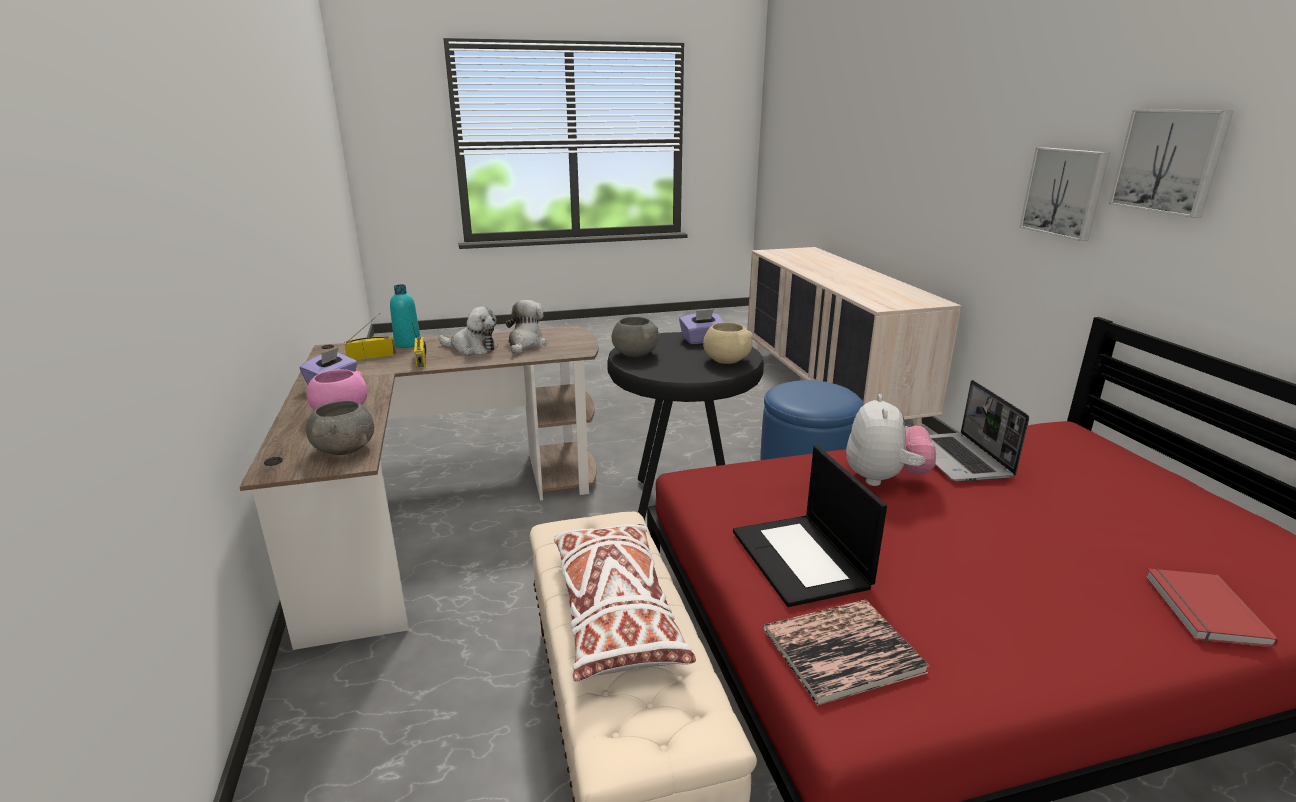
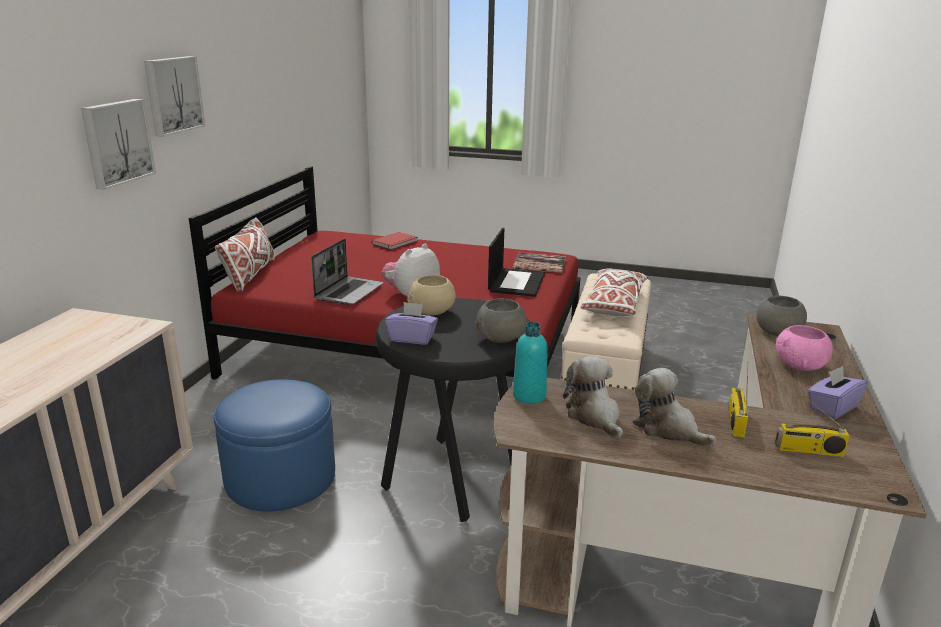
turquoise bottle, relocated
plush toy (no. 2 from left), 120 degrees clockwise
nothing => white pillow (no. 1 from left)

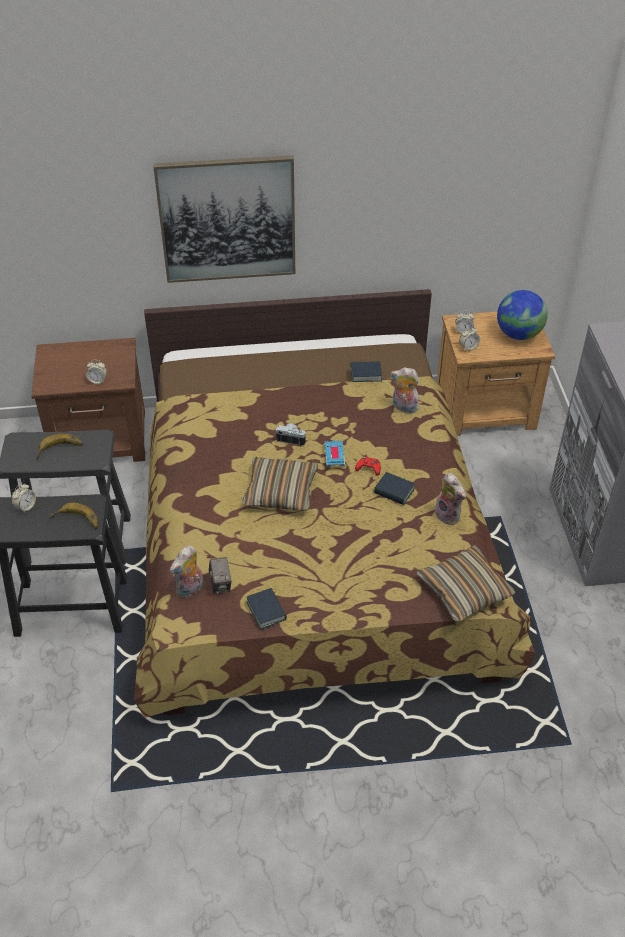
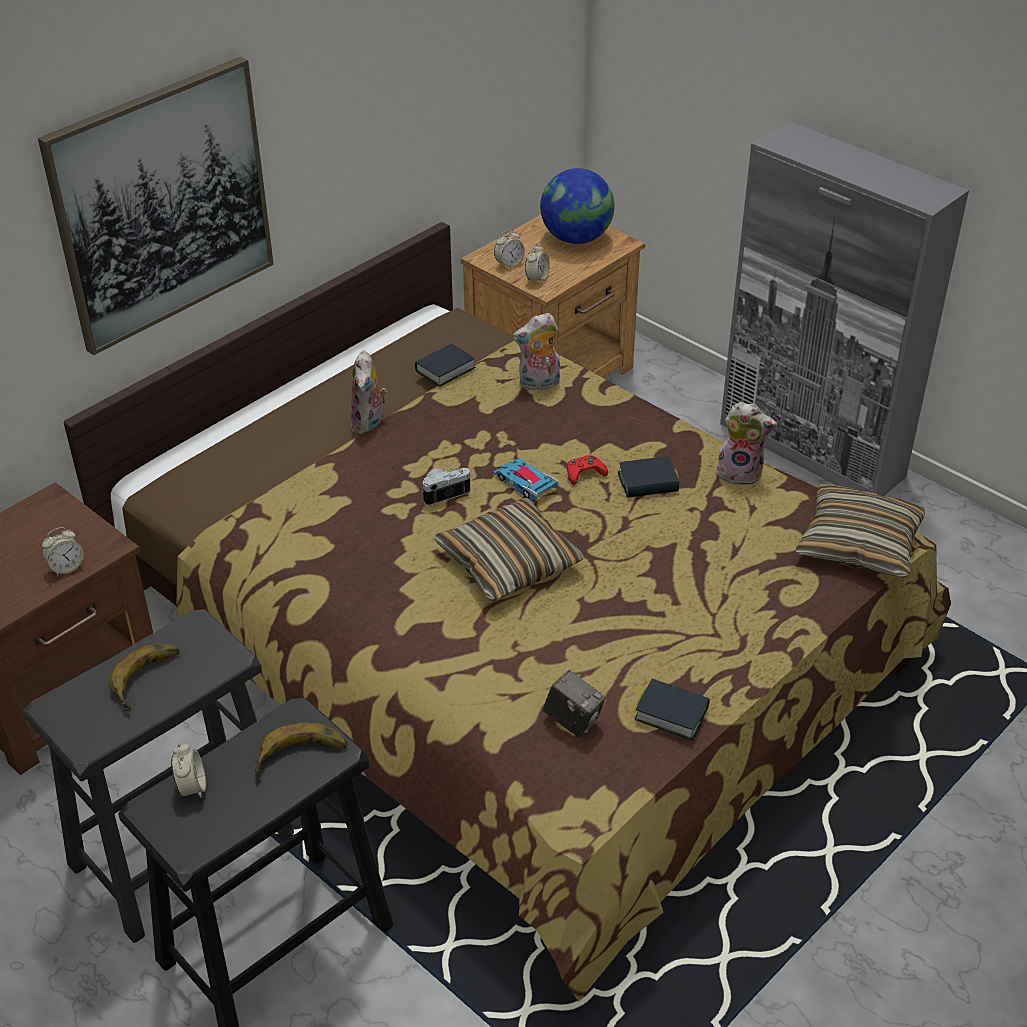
plush toy (no. 1 from left), relocated

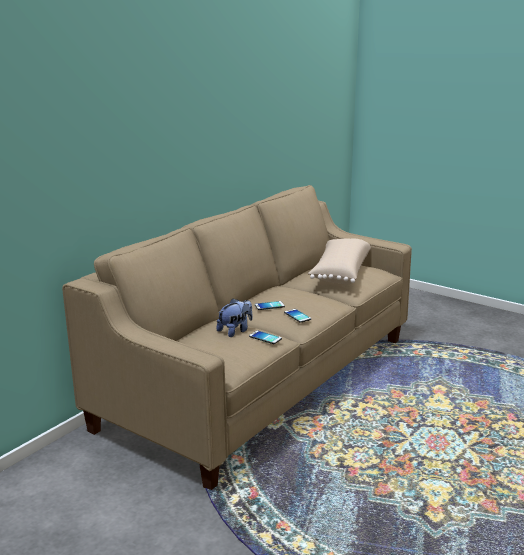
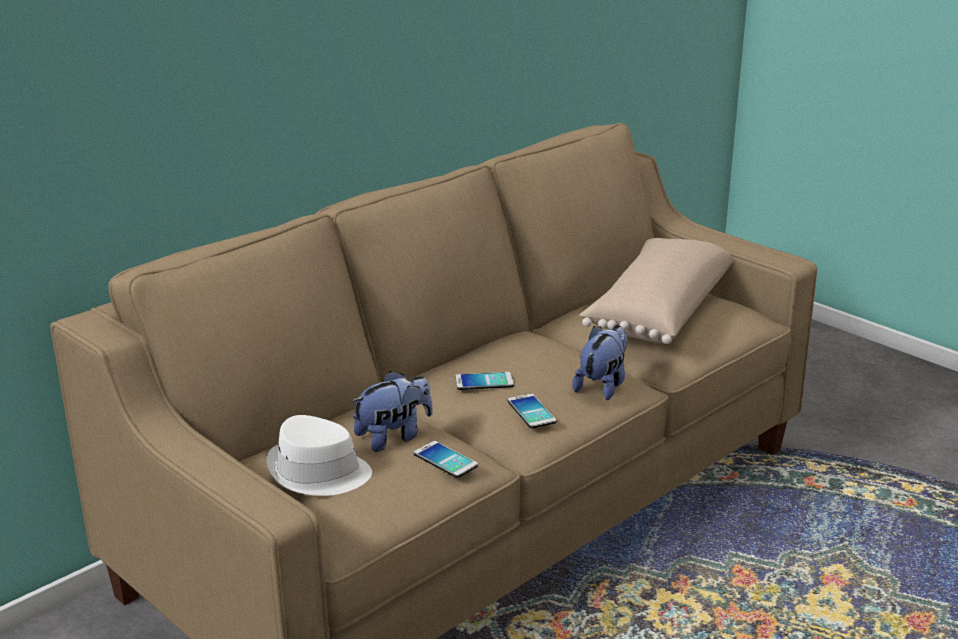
nothing => white hat
nothing => plush toy (no. 2 from left)

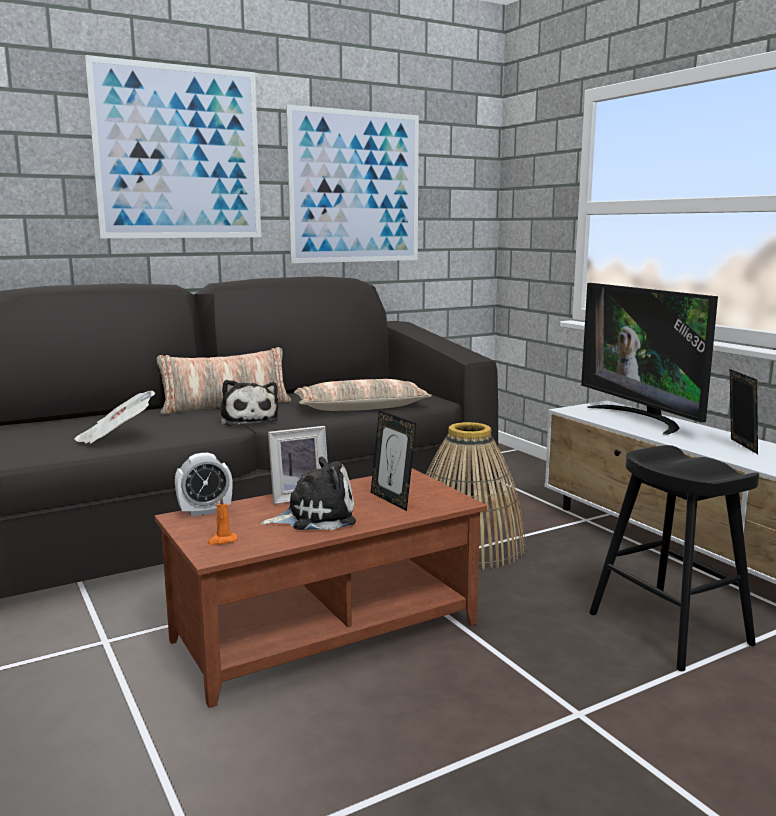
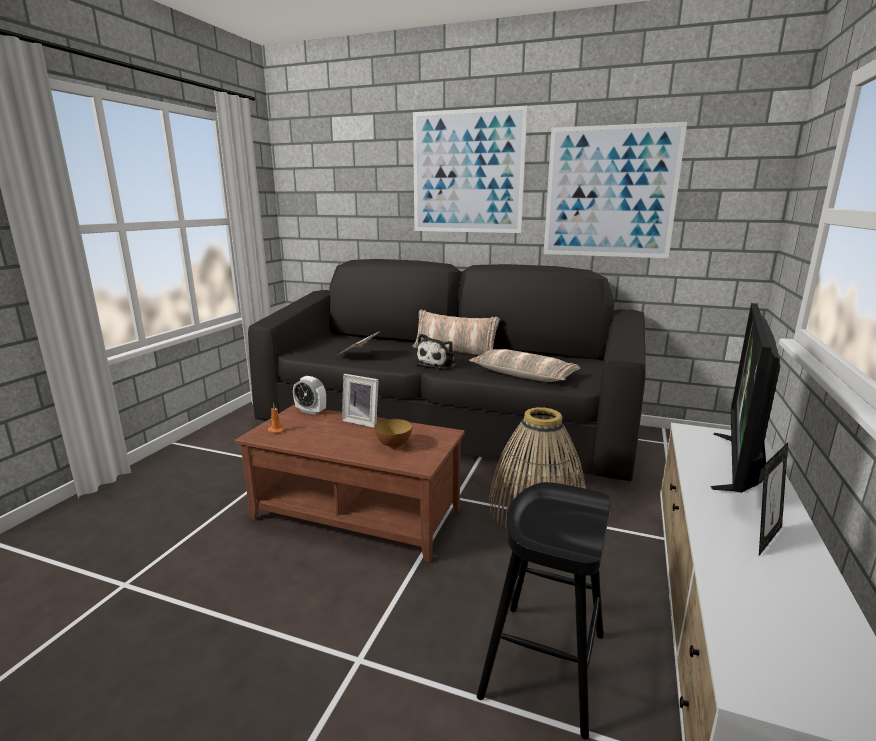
plush toy (no. 2 from left) => nothing
picture frame (no. 2 from left) => bowl

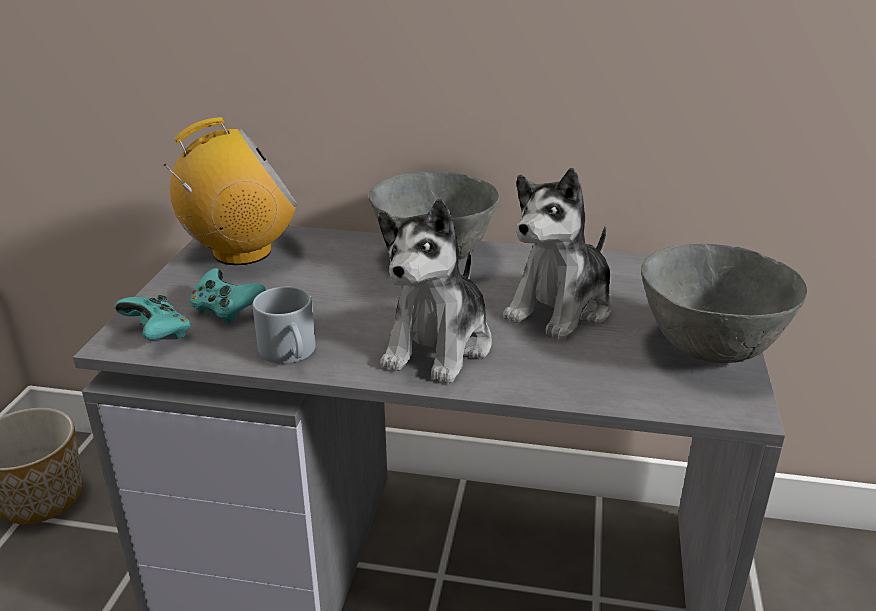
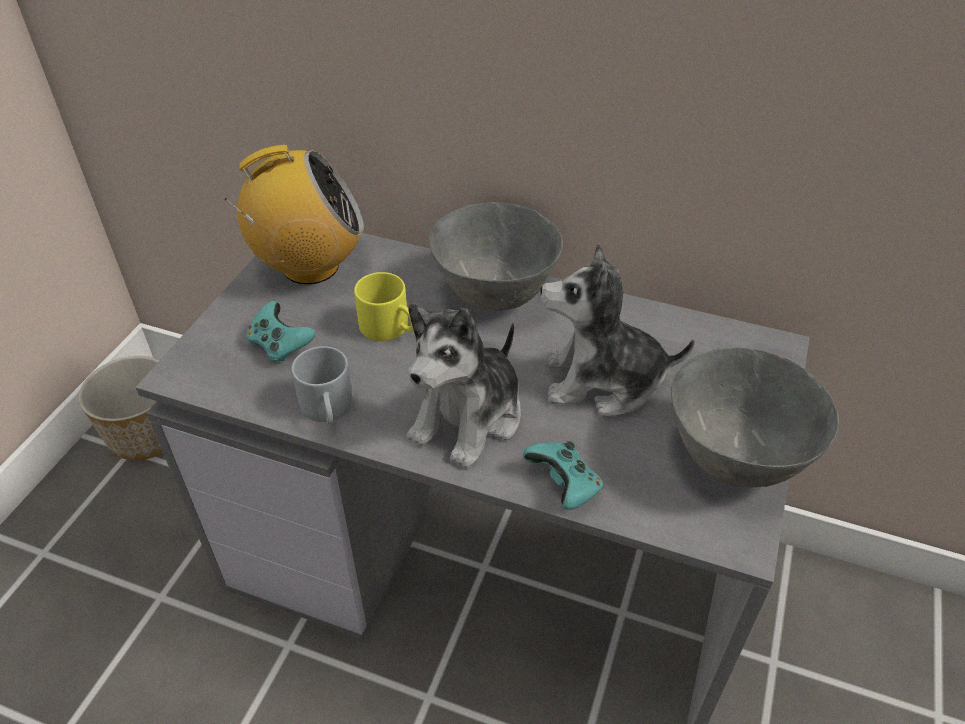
turquoise game controller (no. 1 from left in the first image) => turquoise game controller (no. 2 from left), relocated
plush toy (no. 2 from left), 45 degrees clockwise
nothing => yellow mug

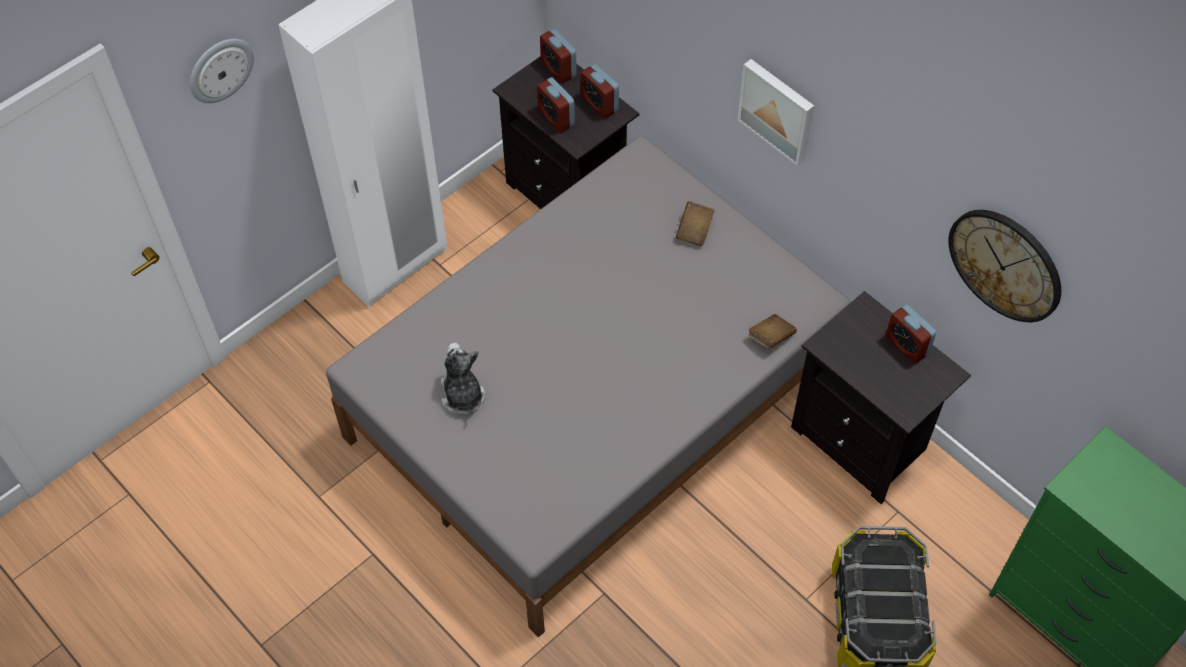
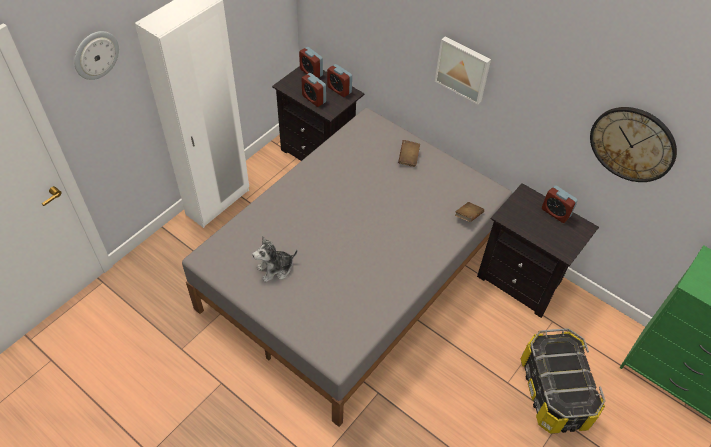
plush toy, 90 degrees counterclockwise

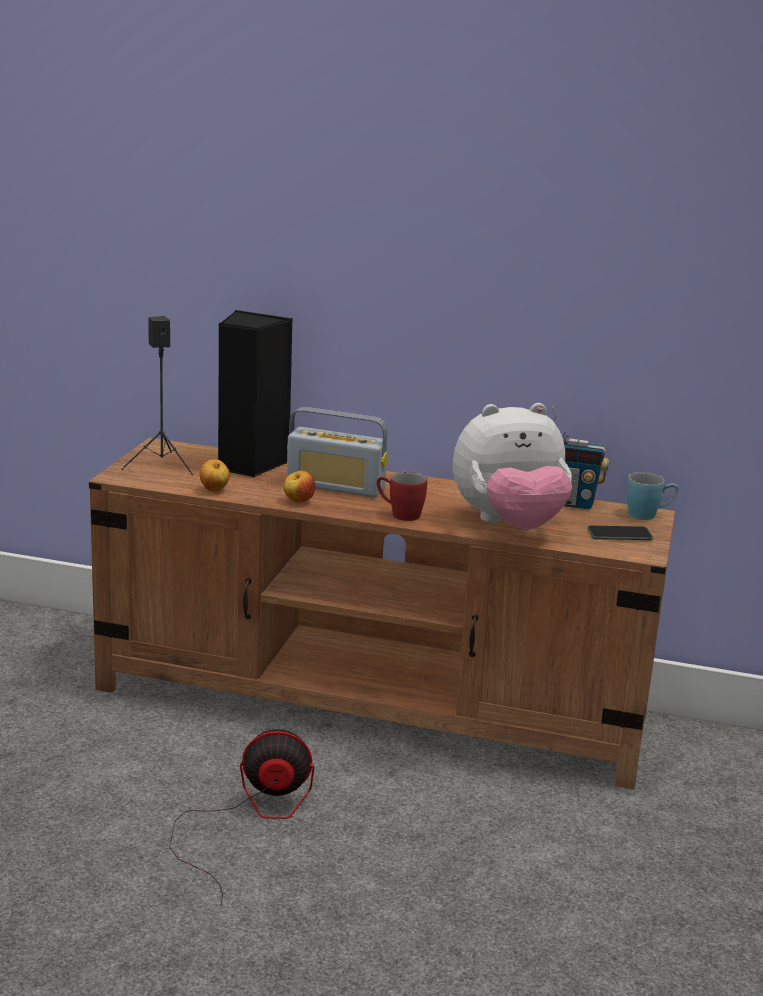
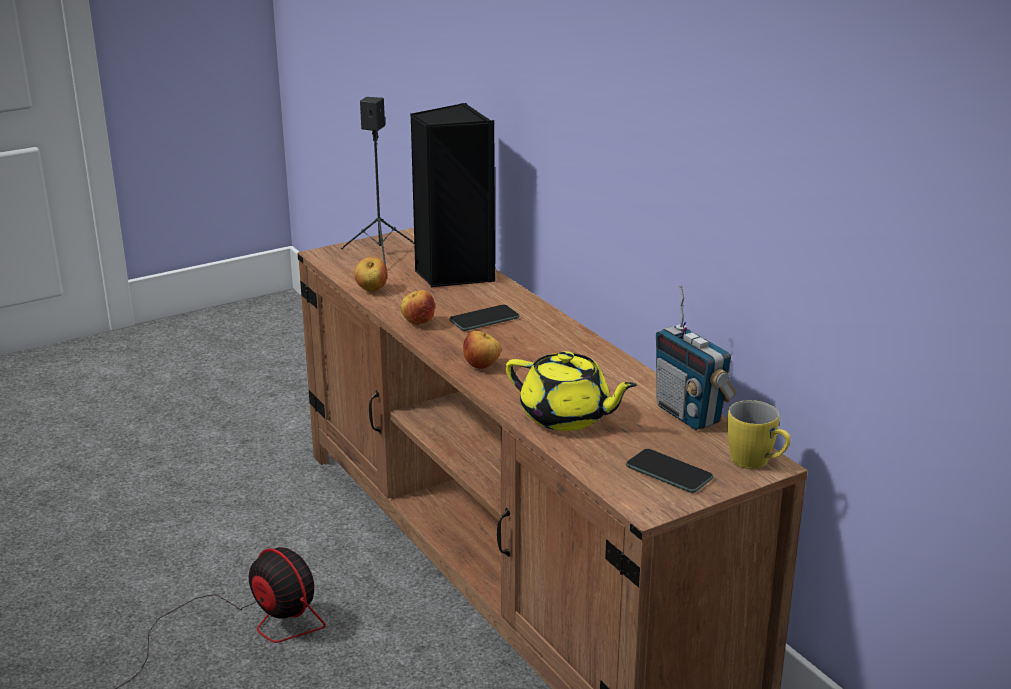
radio (no. 1 from left) => phone (no. 1 from left)
red mug => apple (no. 3 from left)
plush toy => yellow teapot
blue mug => yellow mug

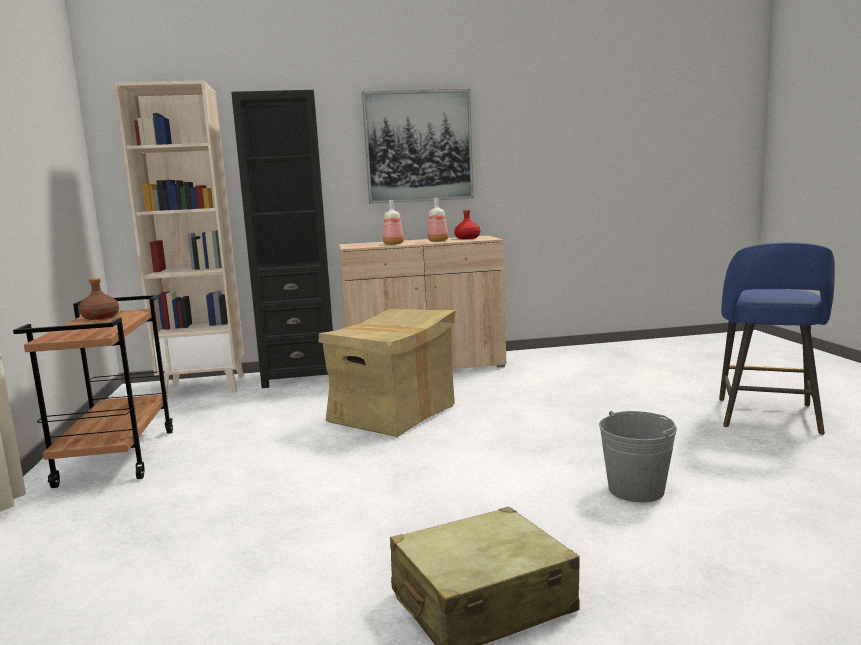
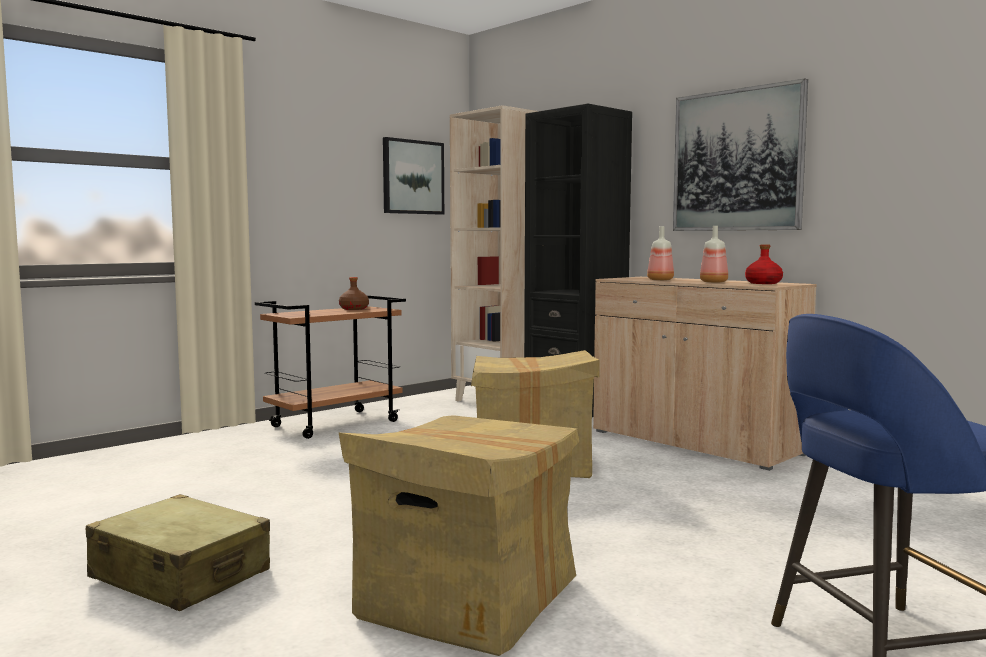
grey bucket => cardboard box (no. 1 from left)
nothing => picture (no. 1 from left)

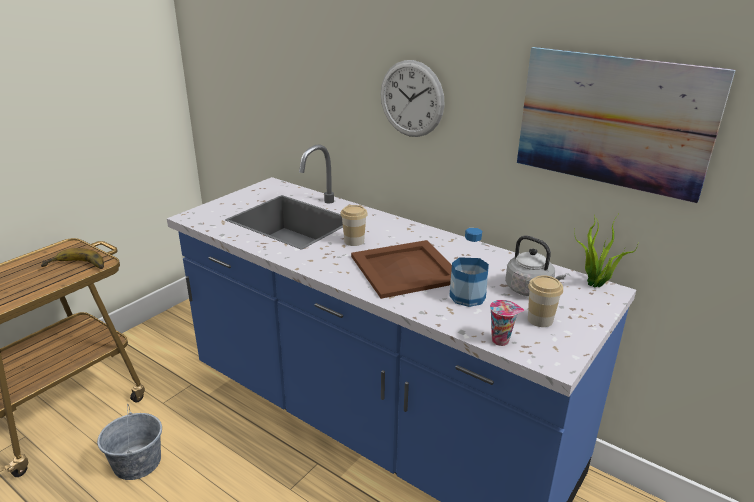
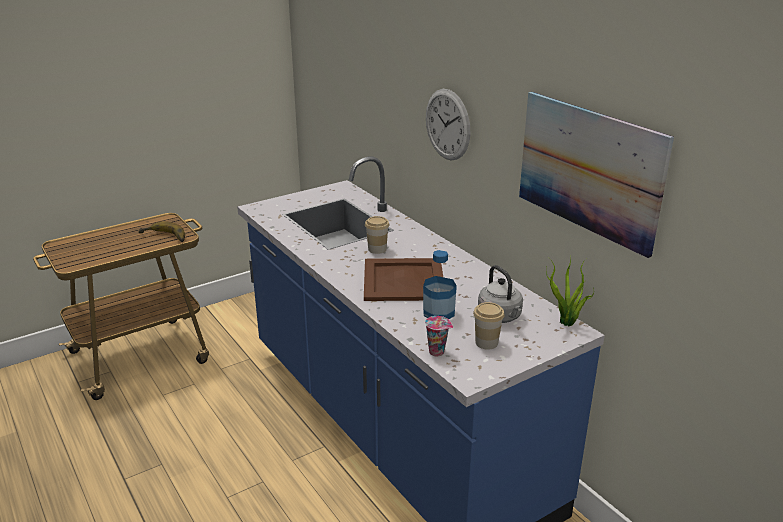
grey bucket => nothing

